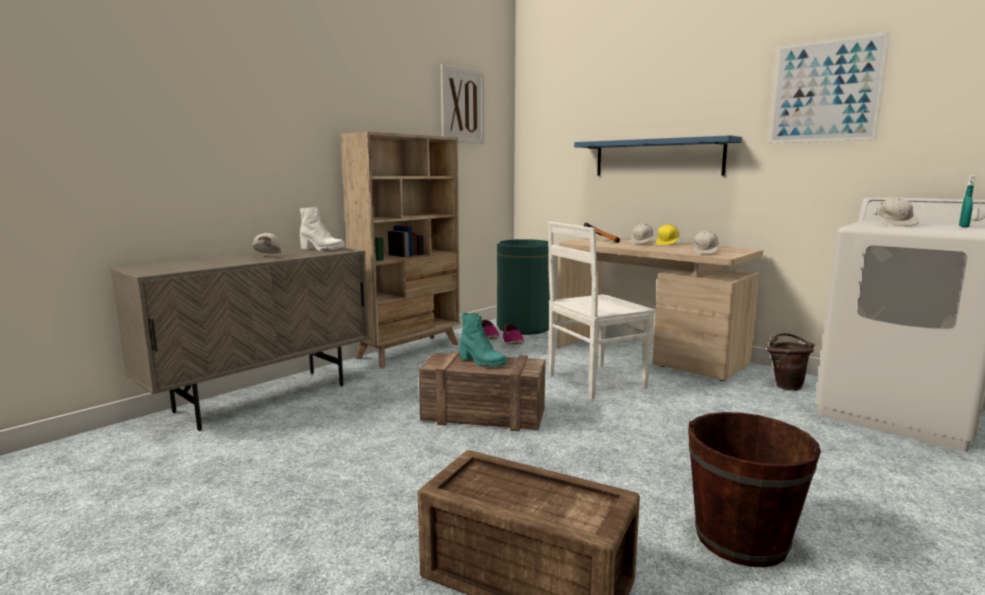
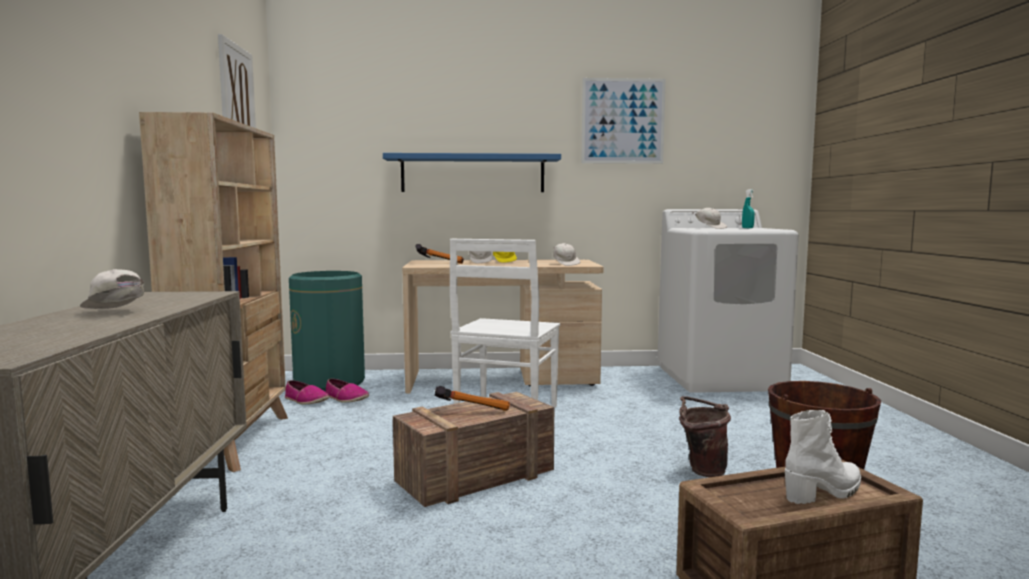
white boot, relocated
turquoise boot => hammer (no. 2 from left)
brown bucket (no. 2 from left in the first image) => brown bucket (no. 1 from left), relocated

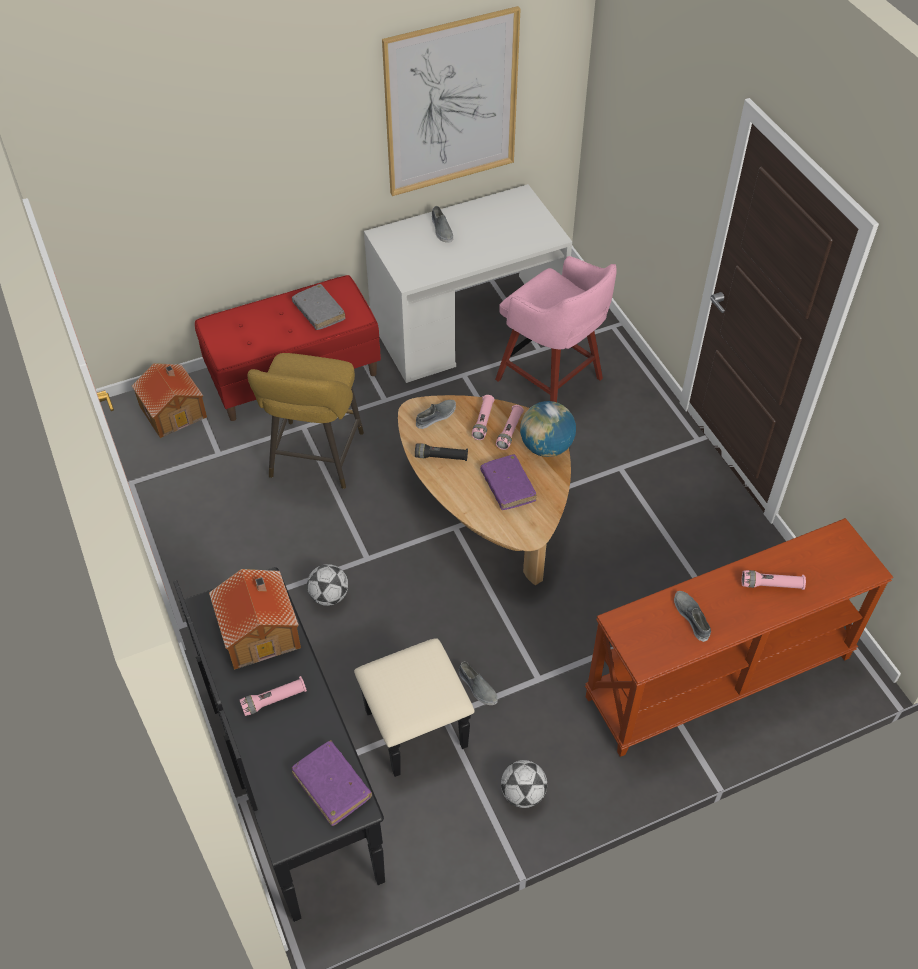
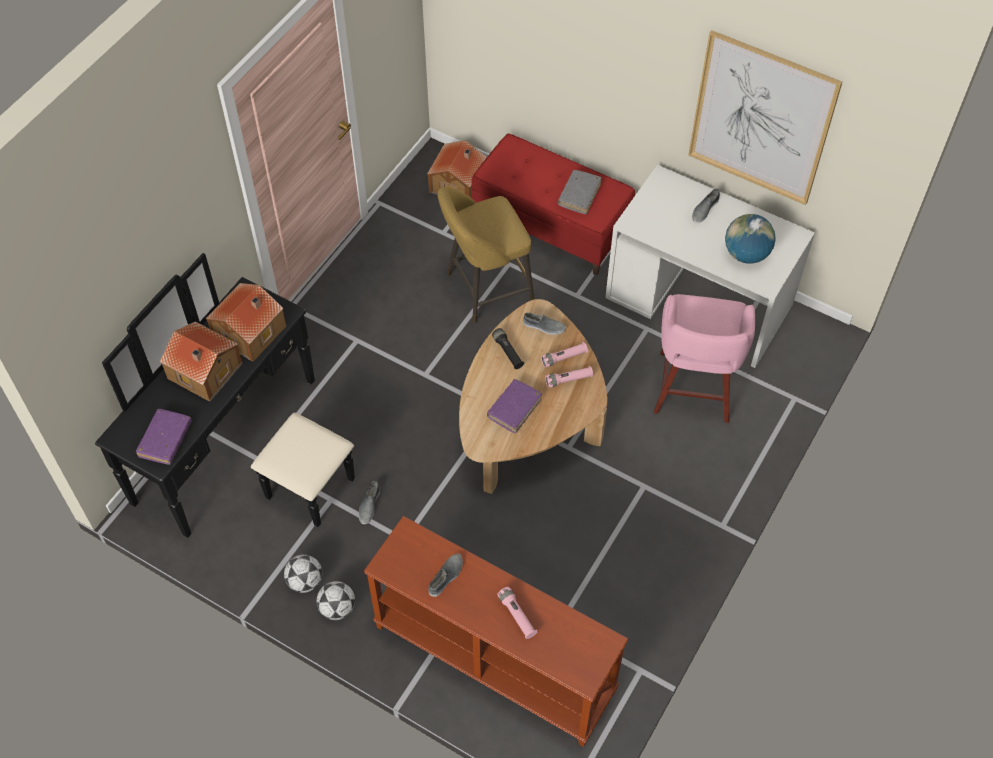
pink flashlight (no. 1 from left) => toy house (no. 1 from left)
football (no. 1 from left in the first image) => football (no. 2 from left), relocated
globe, relocated

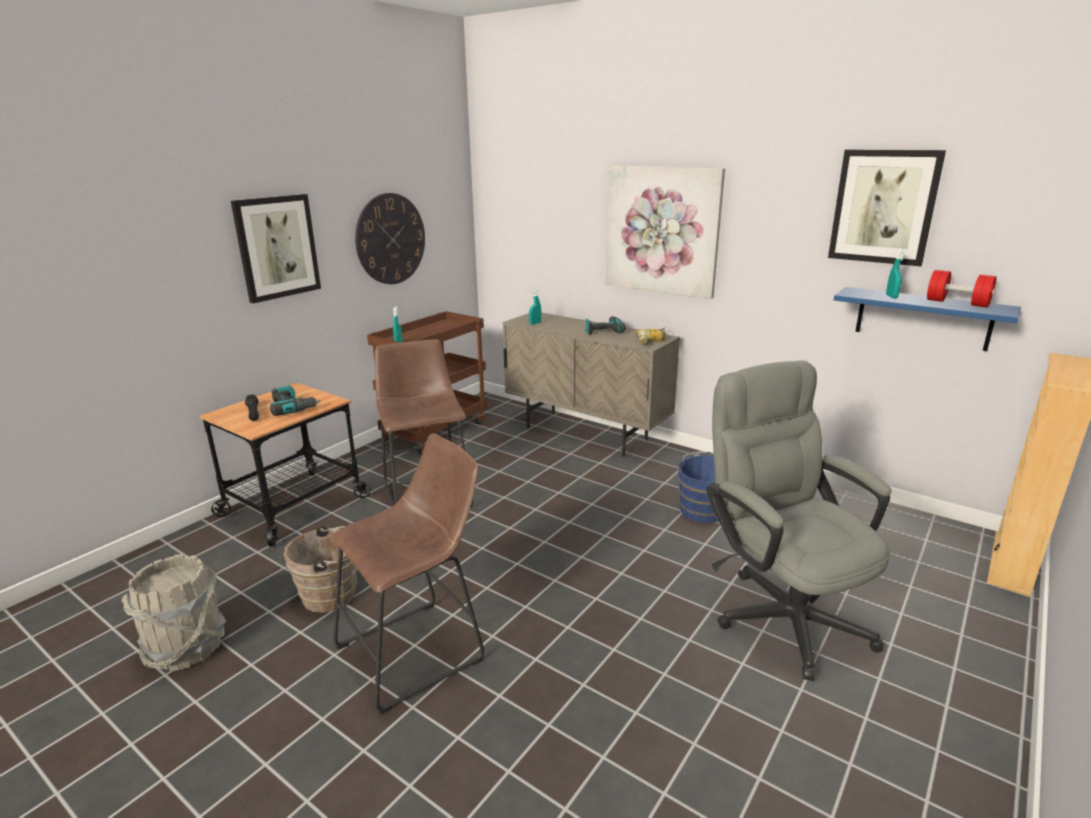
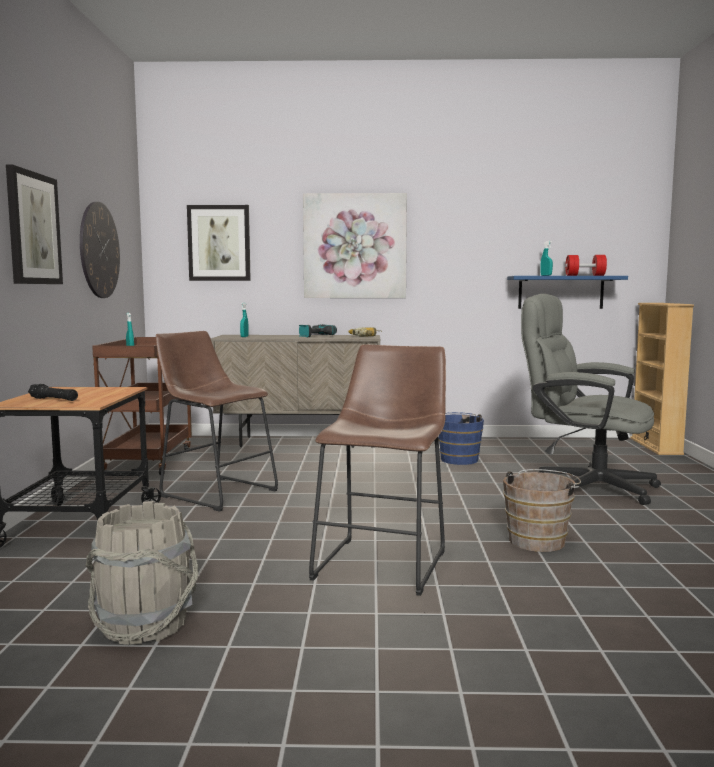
power drill (no. 1 from left) => nothing
brown bucket, relocated
picture (no. 3 from left in the first image) => picture (no. 2 from left), relocated

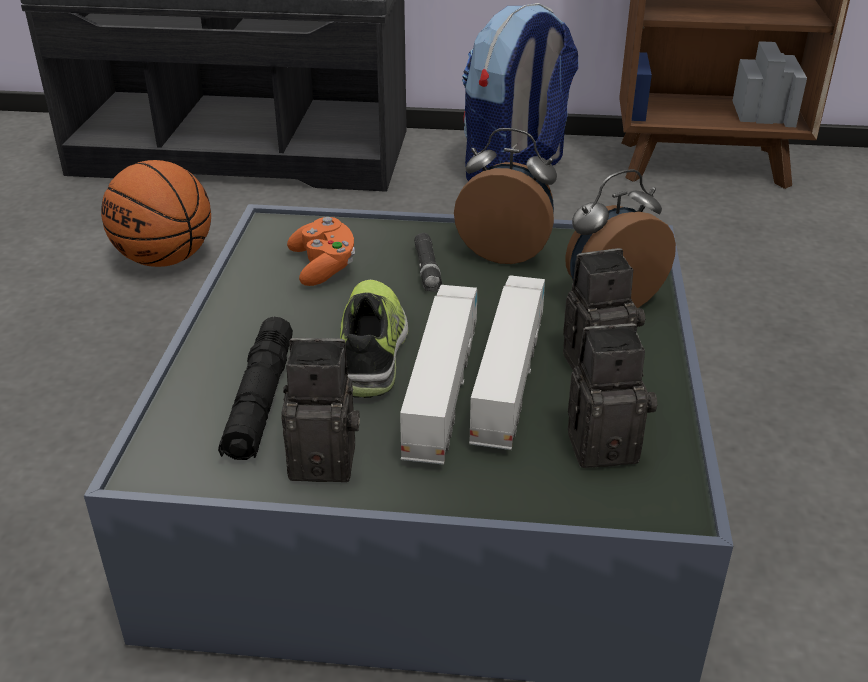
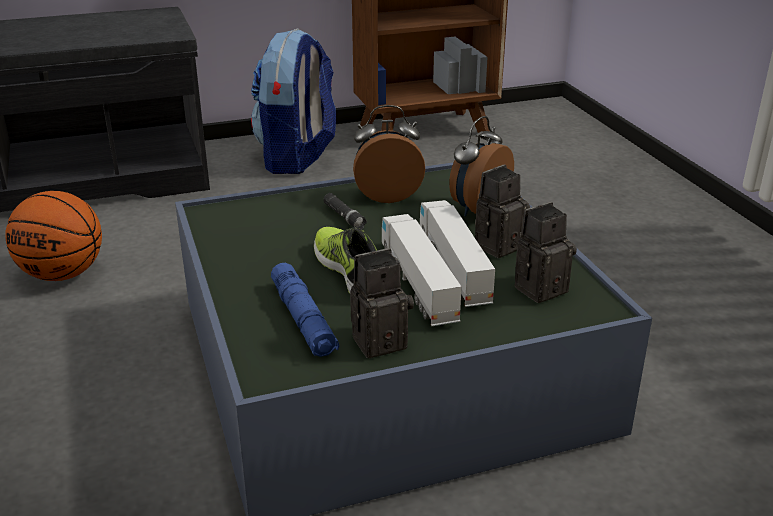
black flashlight (no. 1 from left) => blue flashlight
orange game controller => nothing

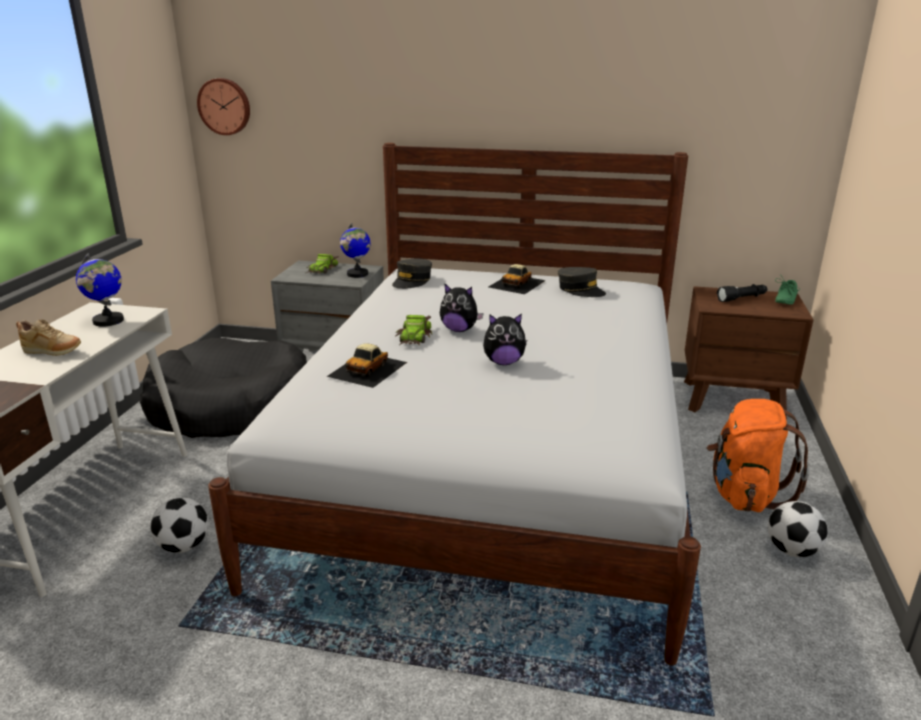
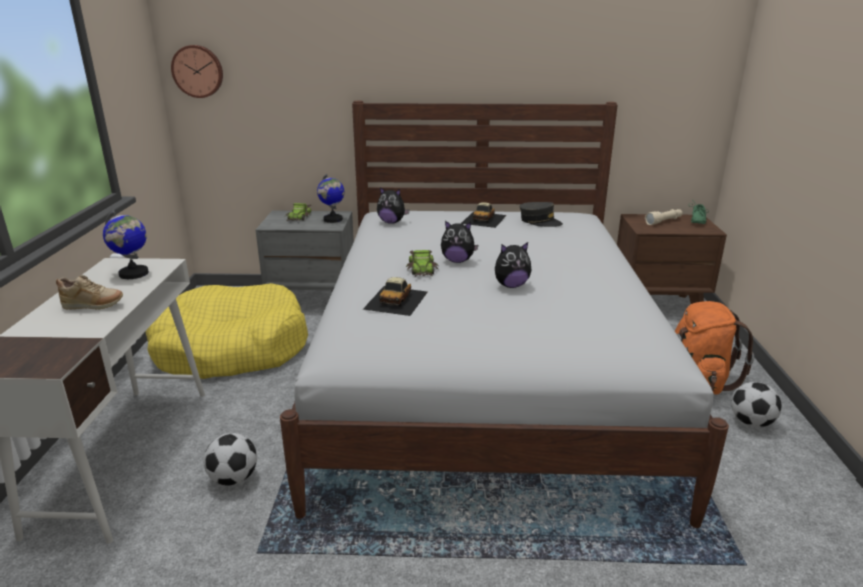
black dog bed => yellow dog bed
grey cap (no. 1 from left) => plush toy (no. 1 from left)
black flashlight => beige flashlight

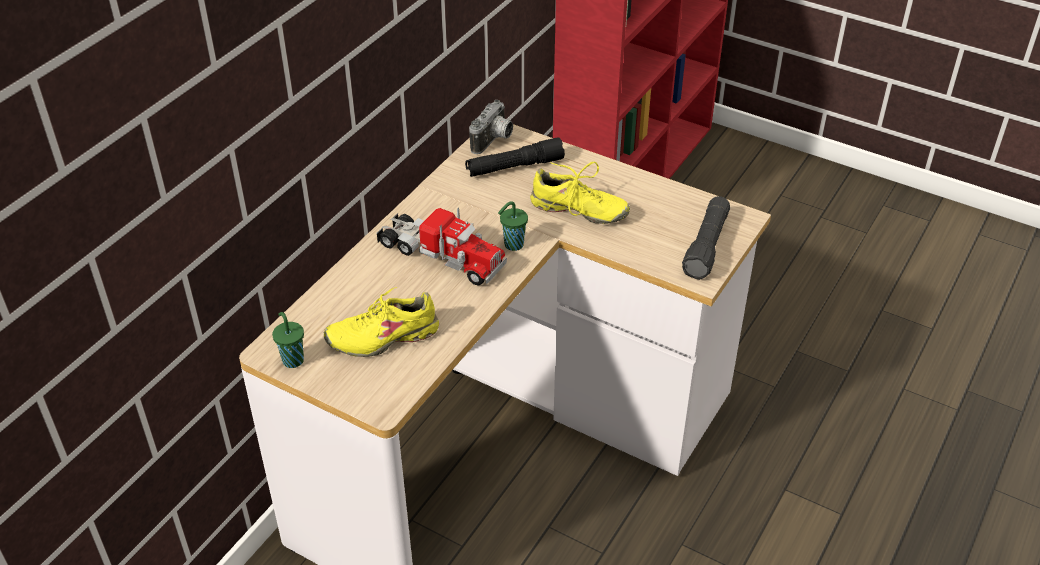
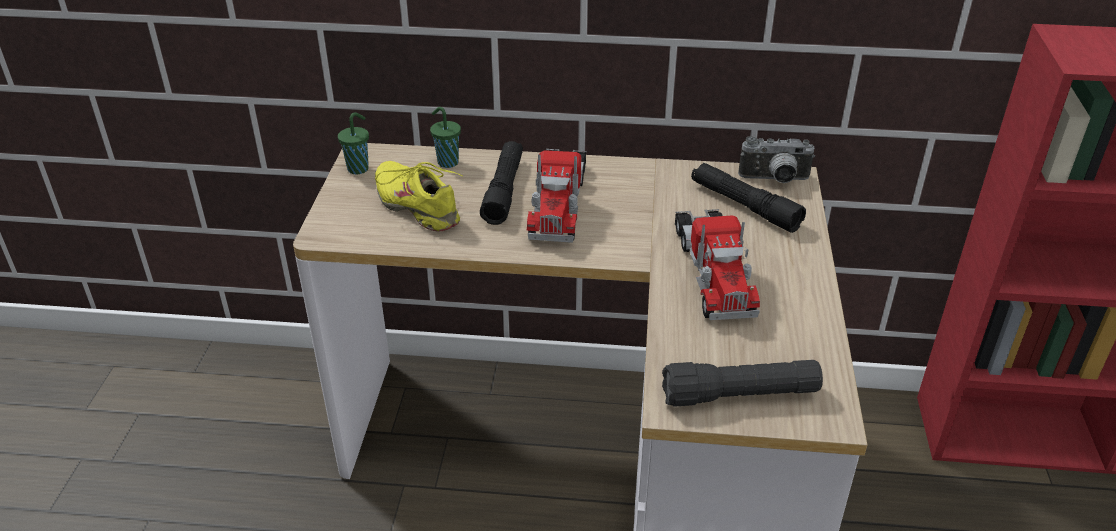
green cup (no. 2 from left), relocated
yellow shoe (no. 2 from left) => toy truck (no. 2 from left)
nothing => black flashlight (no. 1 from left)

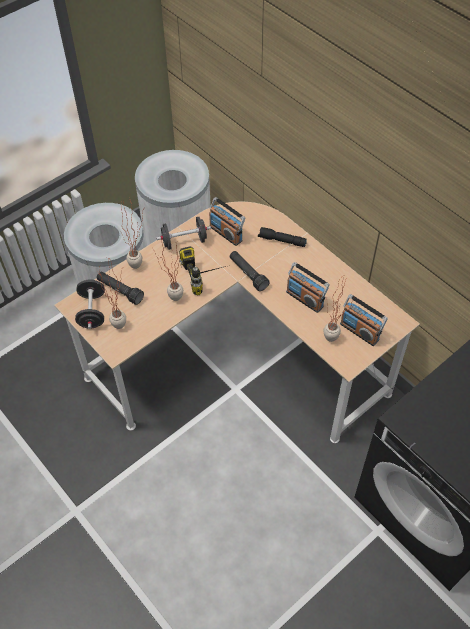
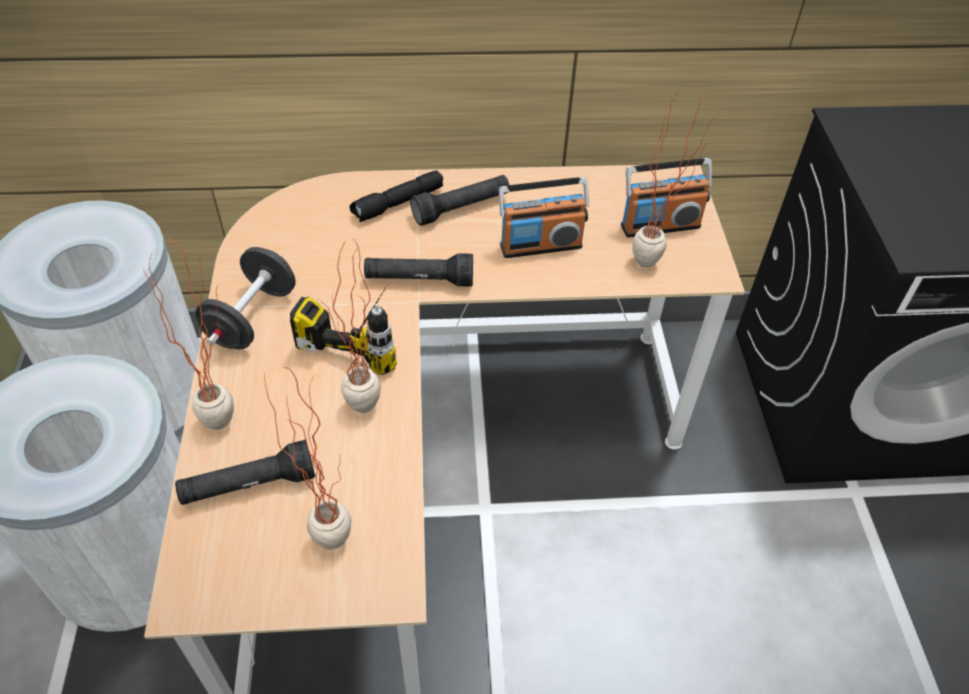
black dumbbell (no. 1 from left) => nothing
radio (no. 1 from left) => nothing
nothing => black flashlight (no. 4 from left)

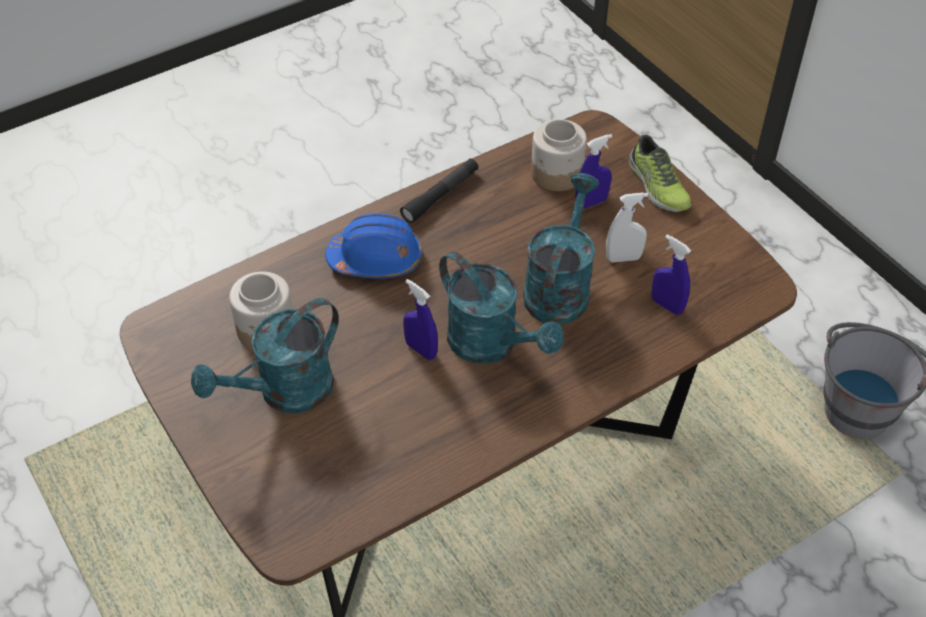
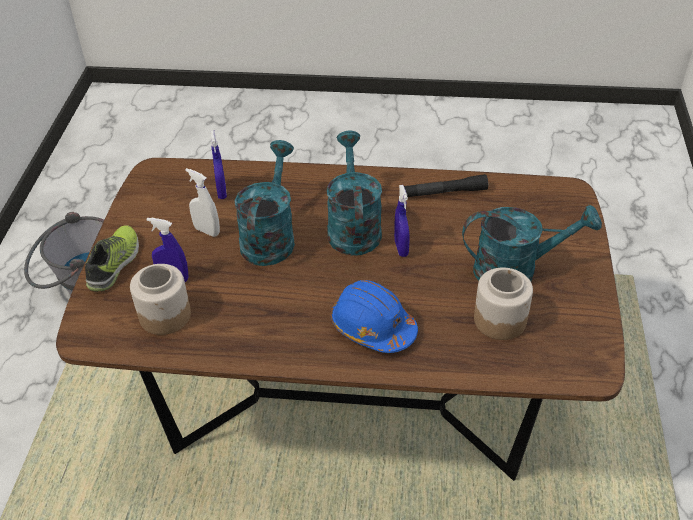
black flashlight, relocated
turquoise watering can (no. 3 from left in the first image) => turquoise watering can (no. 1 from left), 135 degrees clockwise

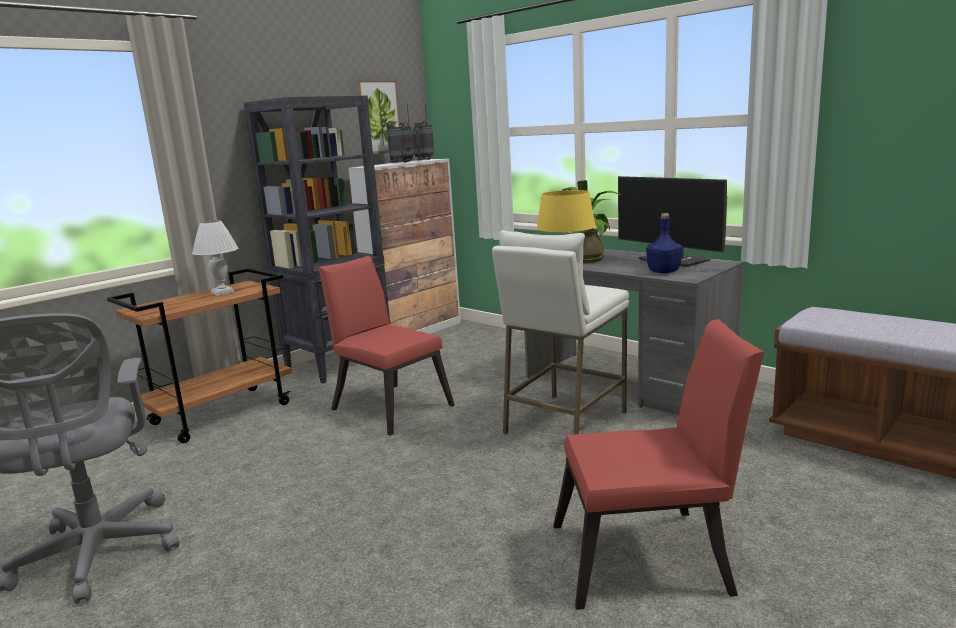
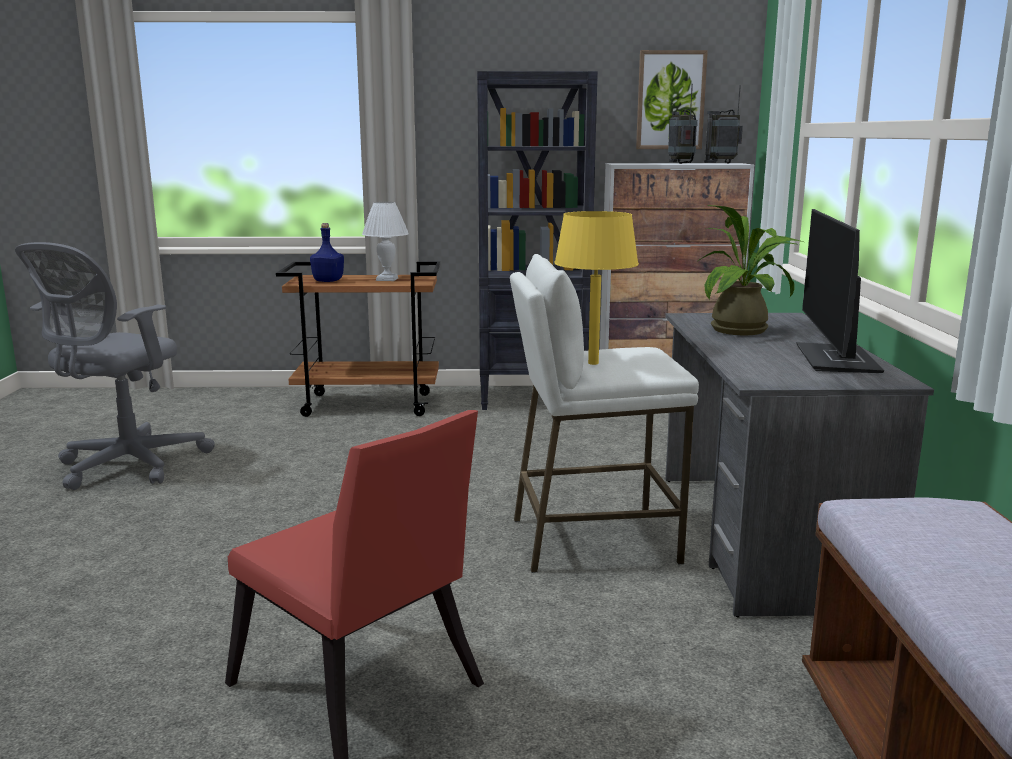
red chair (no. 1 from left) => nothing
blue bottle, relocated

